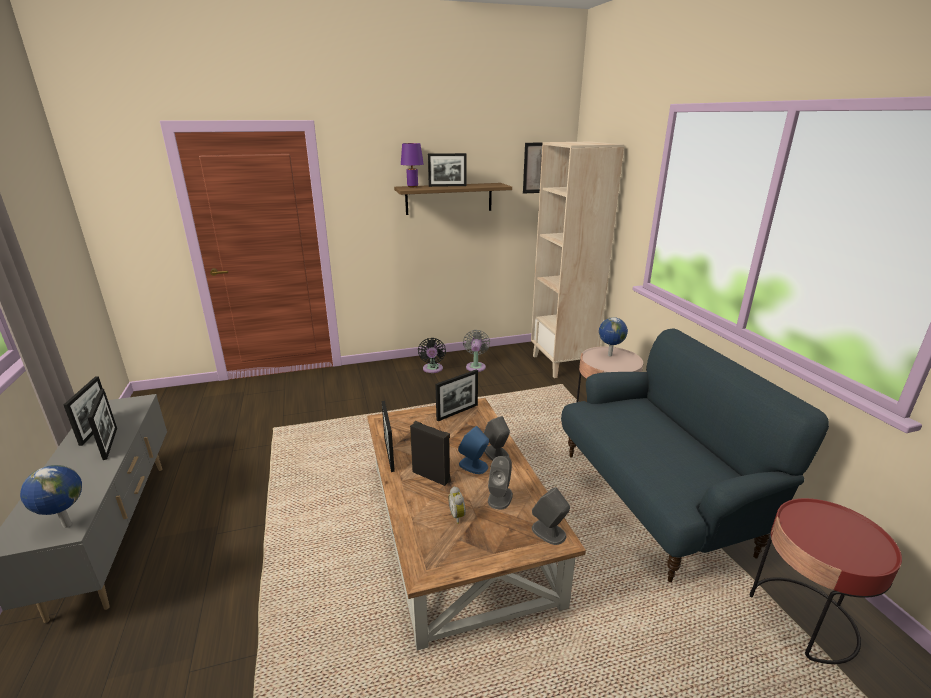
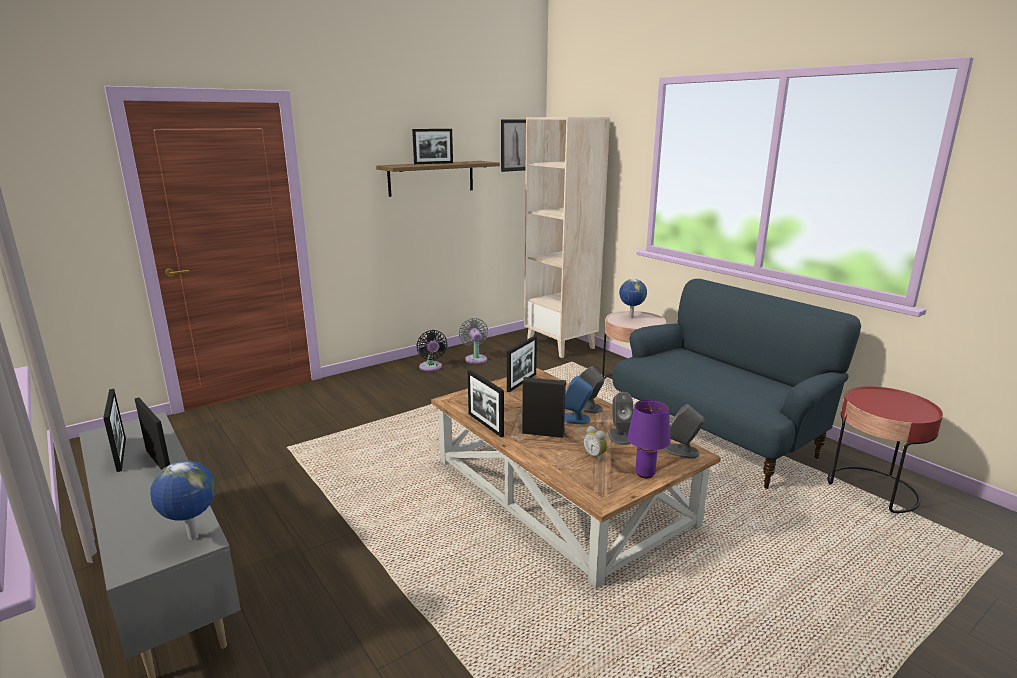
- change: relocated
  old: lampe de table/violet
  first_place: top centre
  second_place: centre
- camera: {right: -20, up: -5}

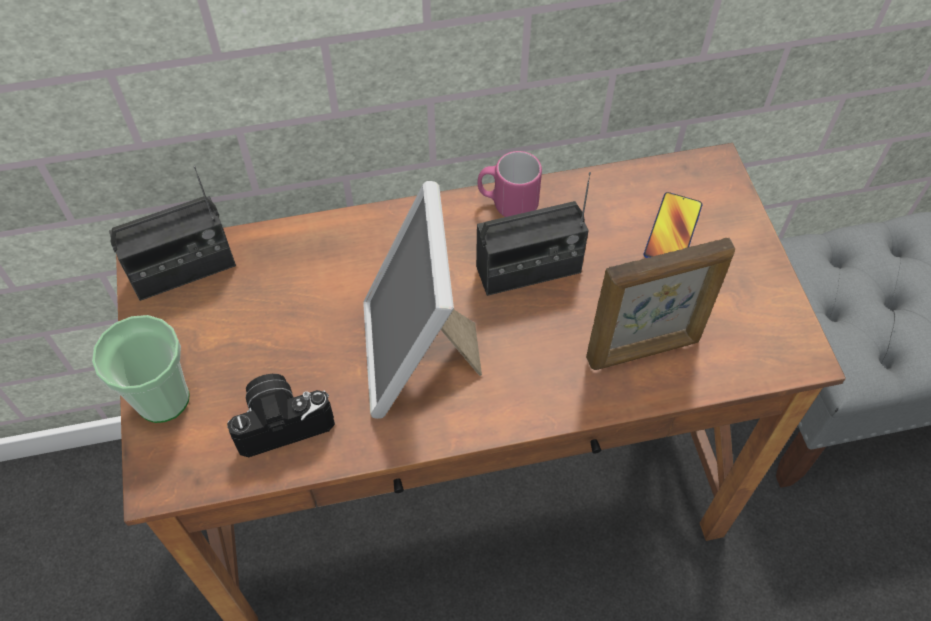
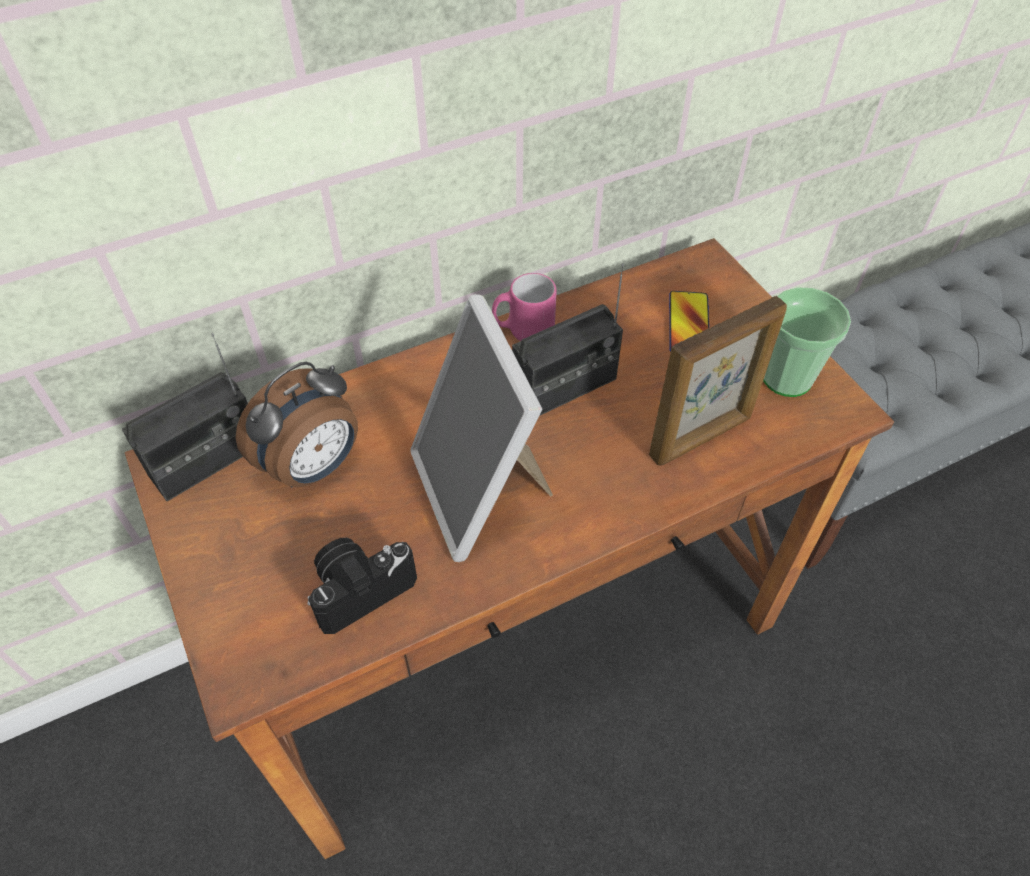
- change: relocated
  old: tasse
  first_place: middle left
  second_place: middle right
- change: appeared
  new: réveil
  second_place: middle left
- camera: {right: -15, up: -5}

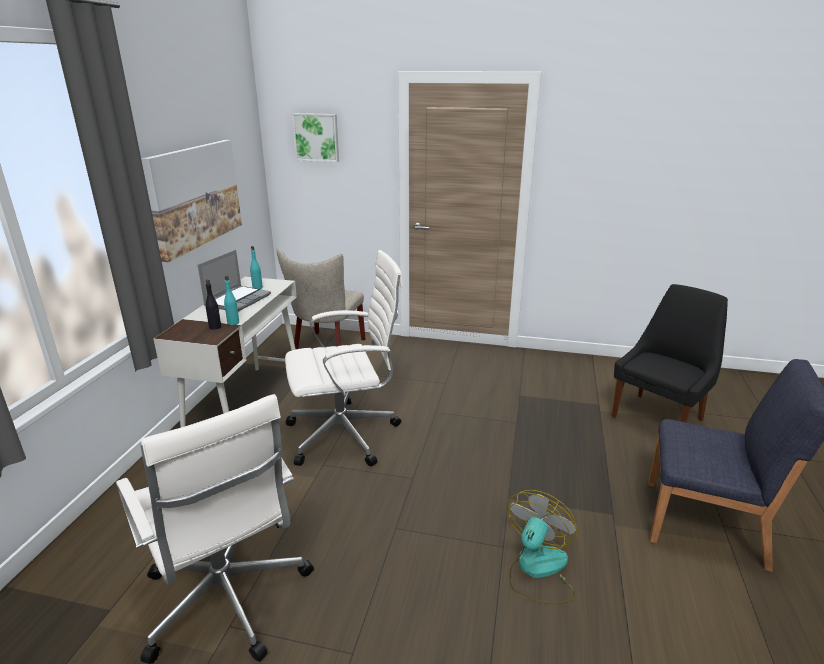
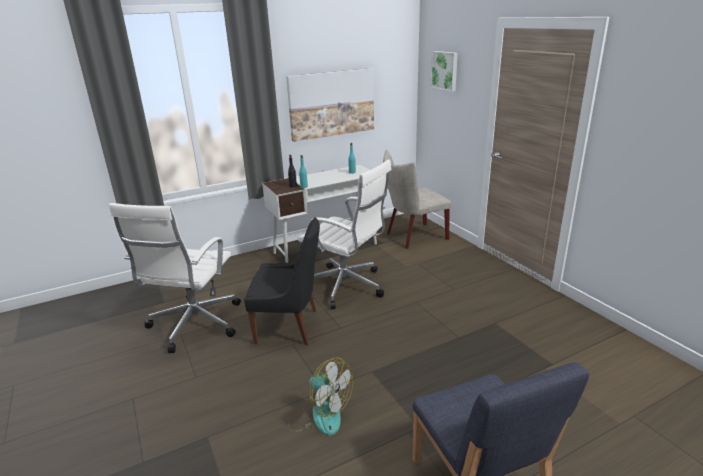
- change: missing
  old: ordinateur portable
  first_place: middle left
- change: spun
  old: ventilateur
  first_place: bottom centre
  second_place: bottom centre
  degrees: 45
- change: relocated
  old: chaise/noir
  first_place: middle right
  second_place: centre
- camera: {right: 50, up: 0}

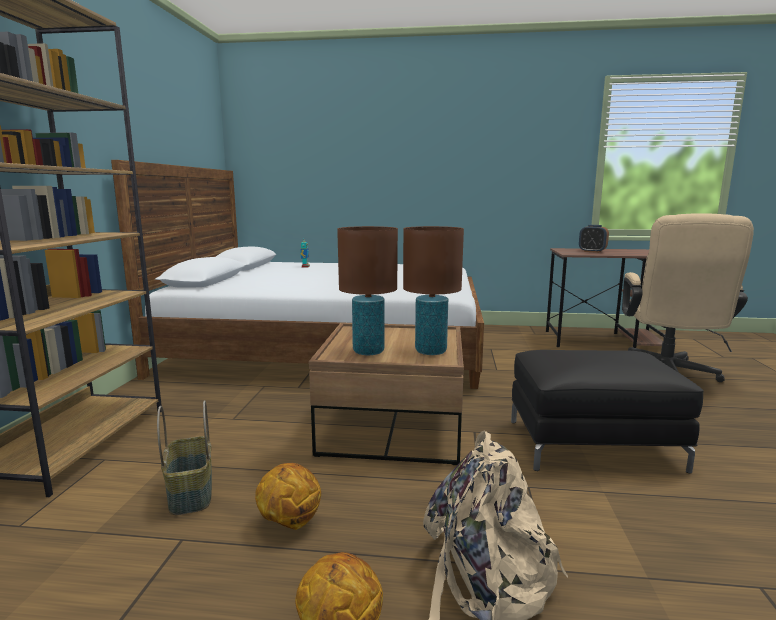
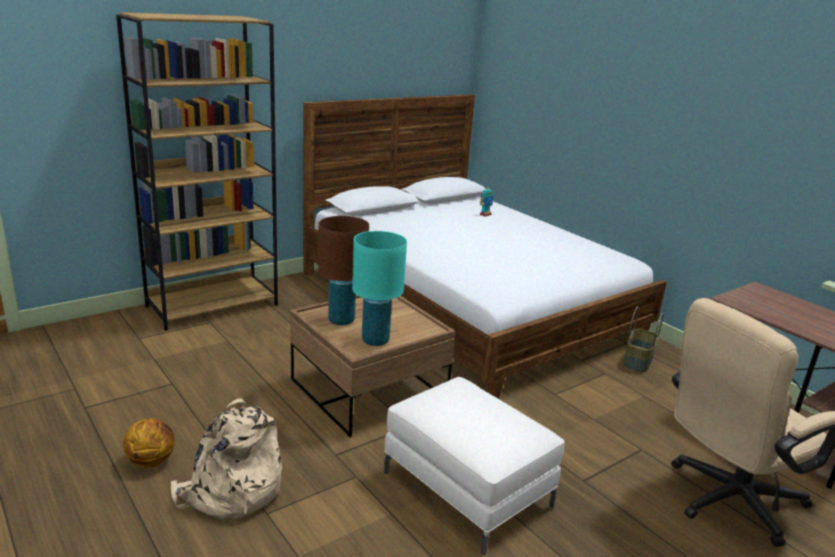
- change: relocated
  old: panier
  first_place: bottom left
  second_place: middle right
- change: missing
  old: ballon de basket (no. 1 from left)
  first_place: bottom centre
- change: colour
  old: lampe de table/marron (no. 2 from left)
  new: lampe de table/turquoise
  first_place: centre
  second_place: centre
- change: colour
  old: pouf/noir
  new: pouf/blanc
  first_place: middle right
  second_place: bottom centre
- change: missing
  old: réveil
  first_place: middle right
- camera: {right: 45, up: 10}

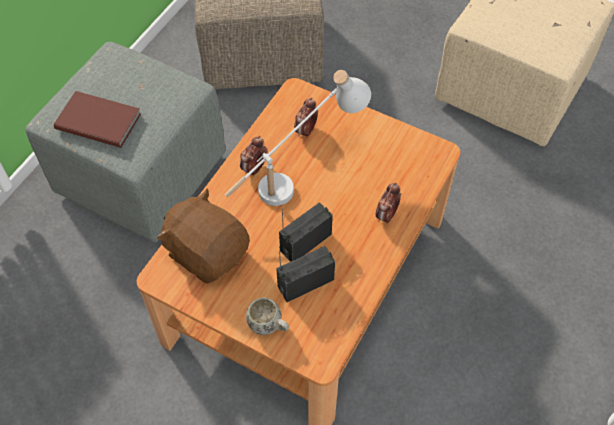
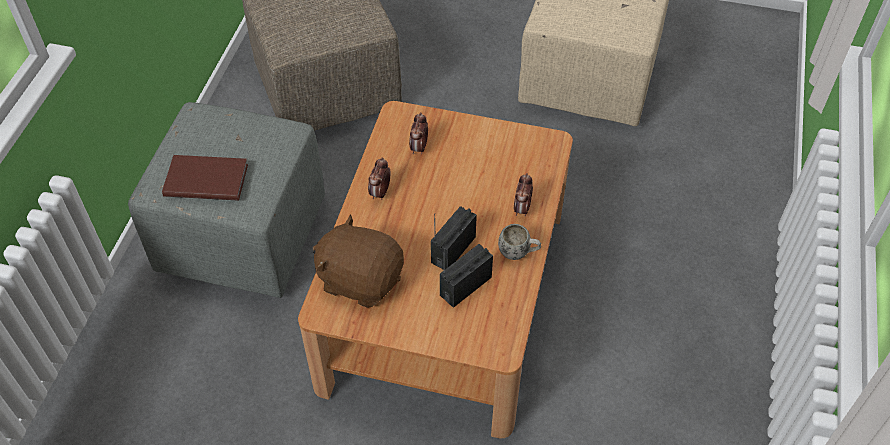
- change: missing
  old: lampe de table/blanc
  first_place: top centre
- change: relocated
  old: mug/blanc
  first_place: bottom centre
  second_place: centre
- camera: {right: -15, up: -5}

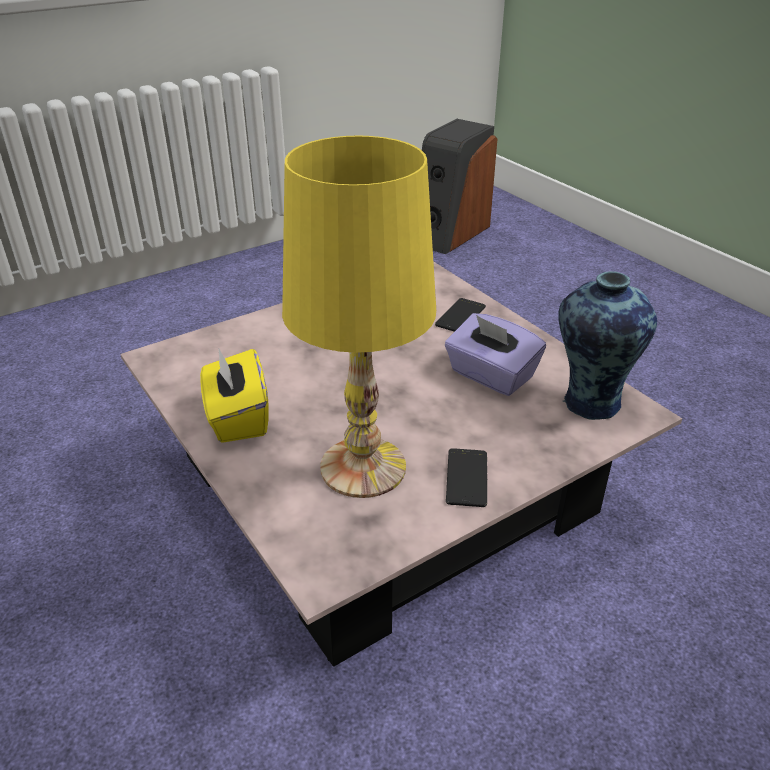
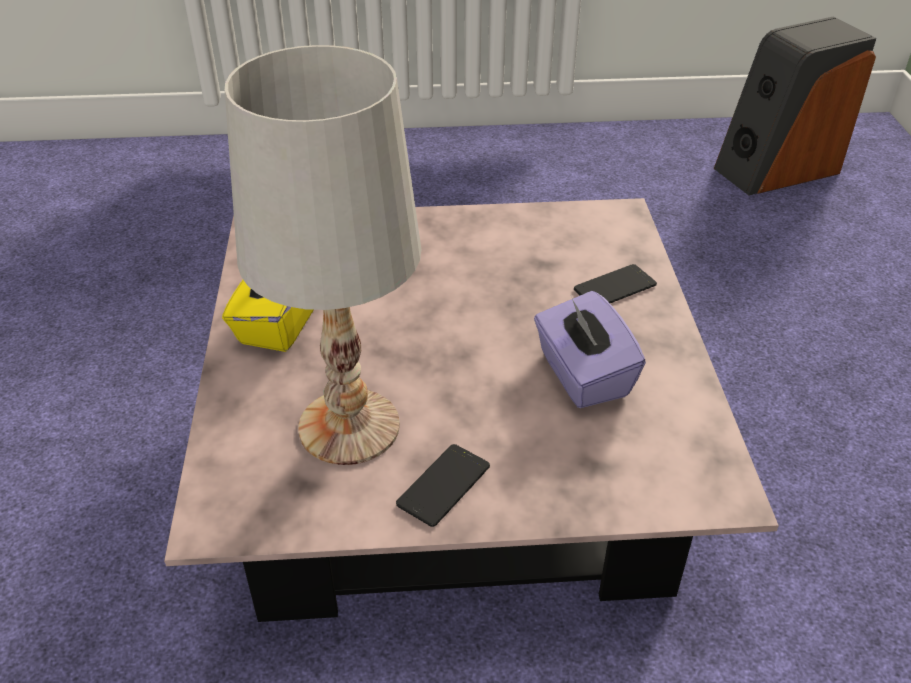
- change: colour
  old: lampe de table/jaune
  new: lampe de table/blanc
  first_place: centre
  second_place: centre
- change: missing
  old: vase
  first_place: middle right
- camera: {right: 30, up: 5}

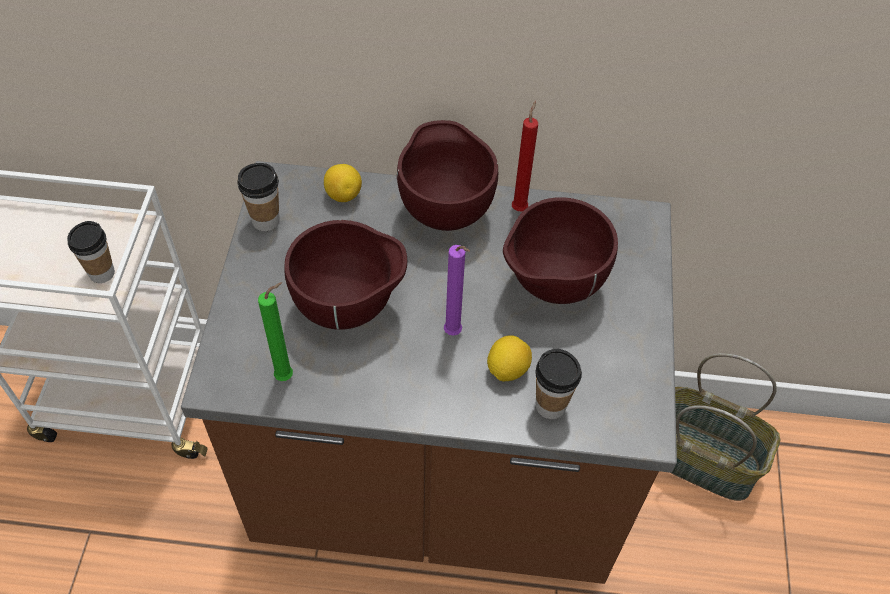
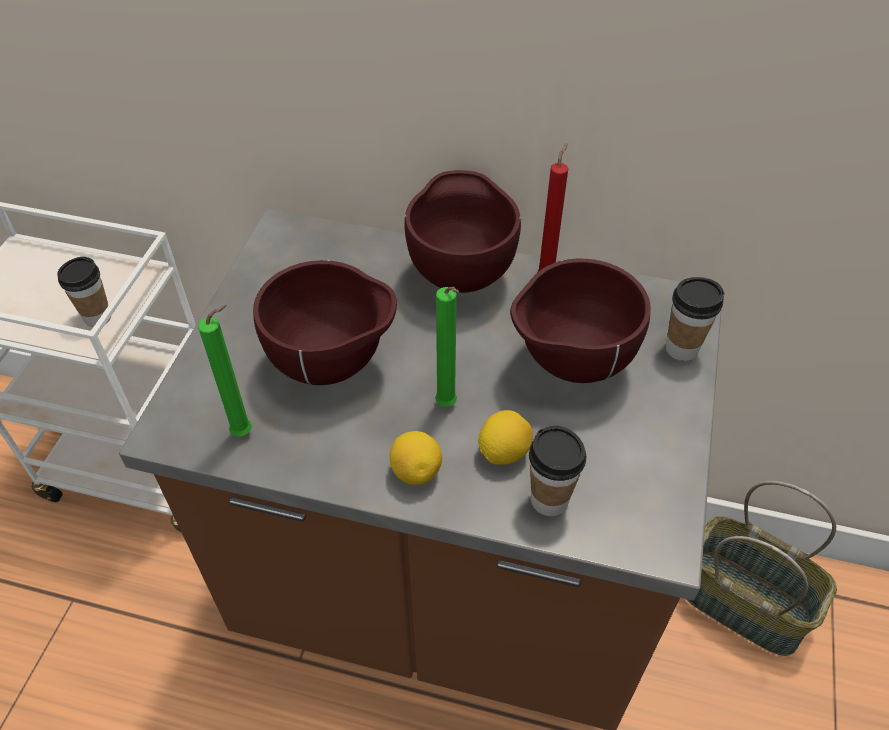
- change: relocated
  old: tasse (no. 2 from left in the first image)
  new: tasse (no. 3 from left)
  first_place: top left
  second_place: middle right
- change: relocated
  old: citron (no. 1 from left)
  first_place: top centre
  second_place: centre
- change: colour
  old: bougie/violet
  new: bougie/vert (no. 2 from left)
  first_place: centre
  second_place: centre
- camera: {right: 10, up: -5}

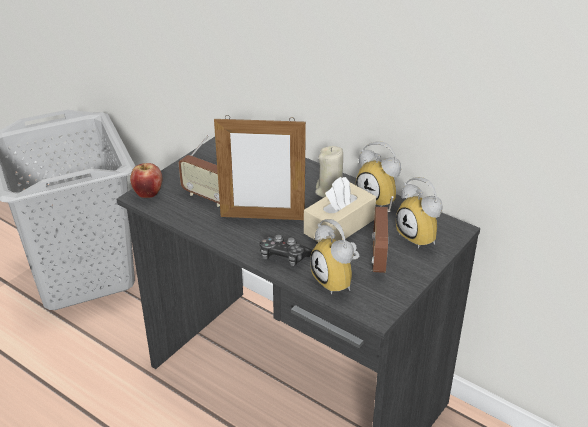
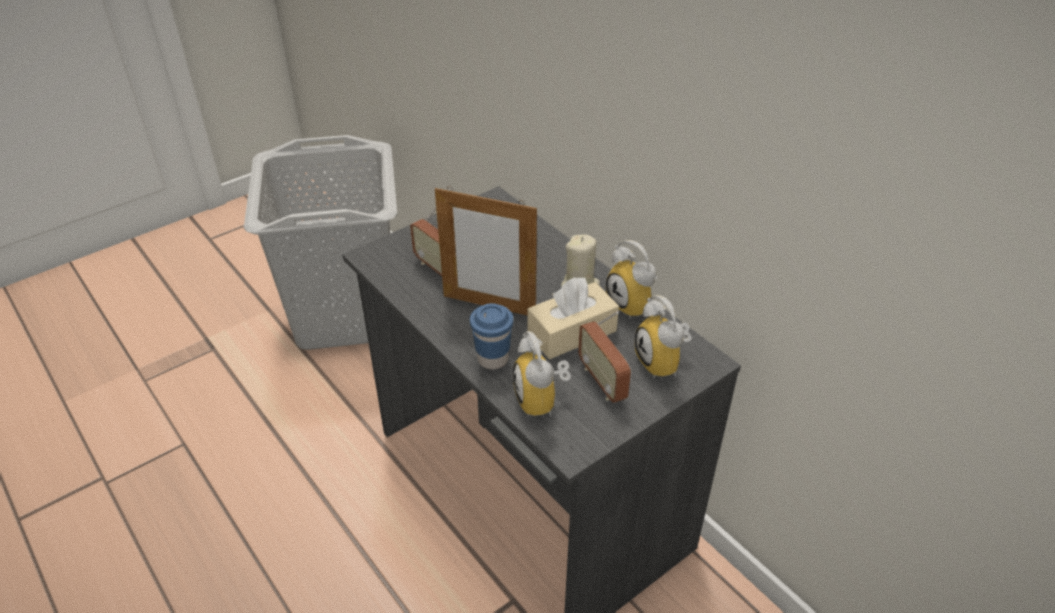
- change: missing
  old: pomme
  first_place: middle left
- change: exchanged
  old: manette
  new: tasse/bleu
  first_place: centre
  second_place: centre
- change: spun
  old: radio (no. 2 from left)
  first_place: centre
  second_place: centre
  degrees: -45
- camera: {right: 15, up: 5}

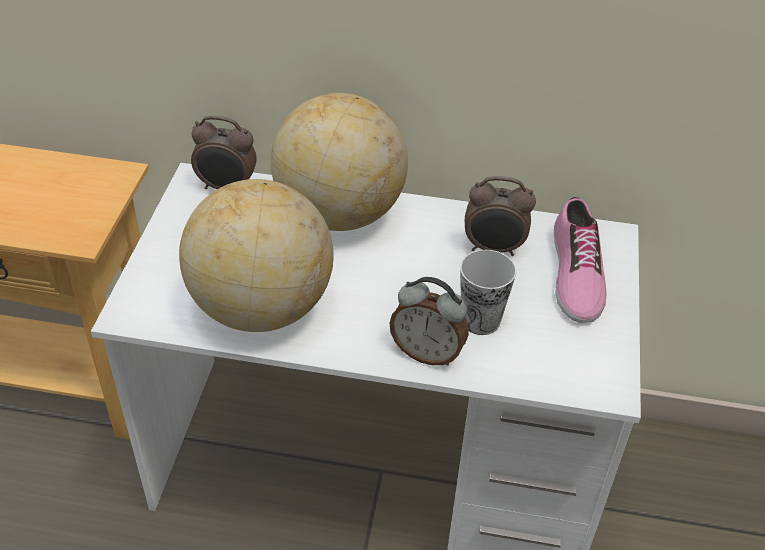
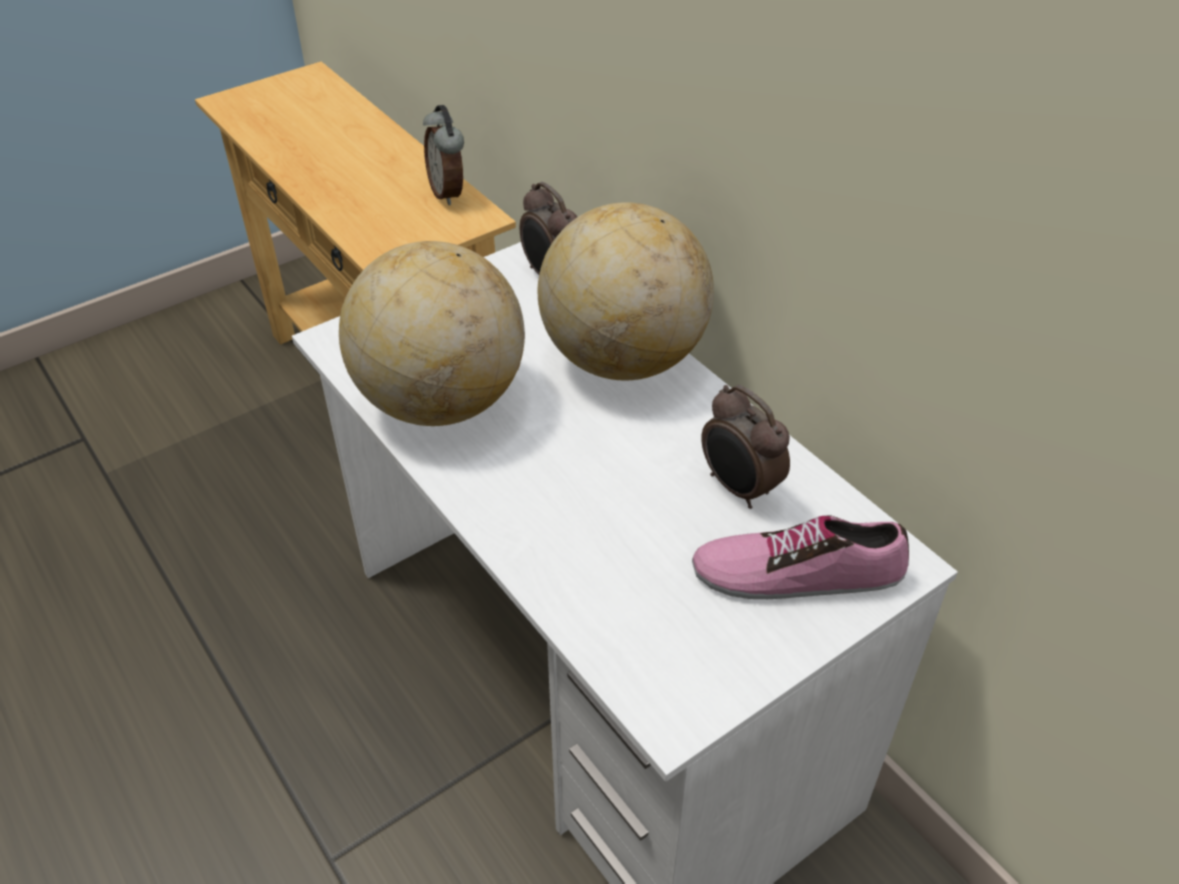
- change: relocated
  old: réveil (no. 2 from left in the first image)
  new: réveil (no. 1 from left)
  first_place: centre
  second_place: top centre
- change: missing
  old: tasse
  first_place: centre
- change: spun
  old: chaussure
  first_place: middle right
  second_place: middle right
  degrees: 45
- camera: {right: 45, up: 0}

